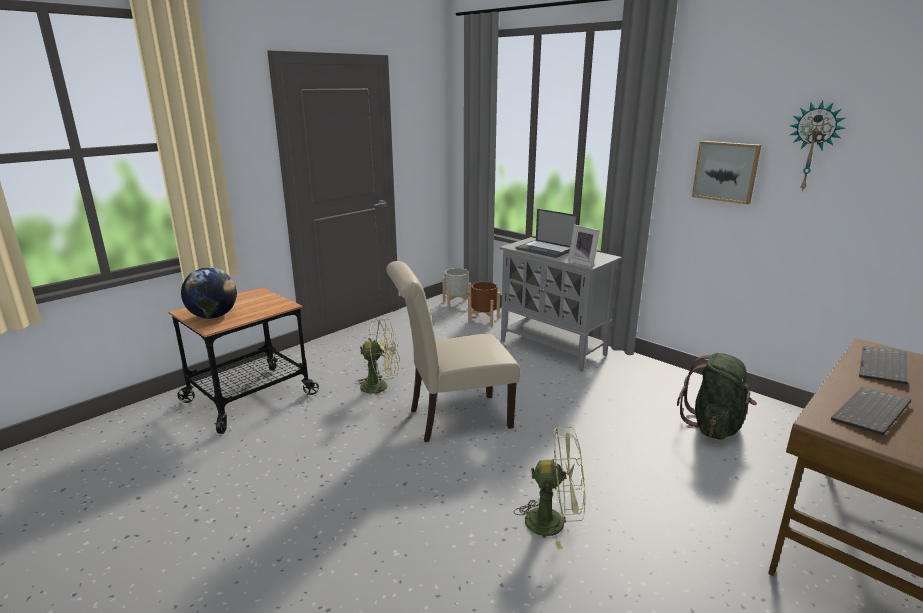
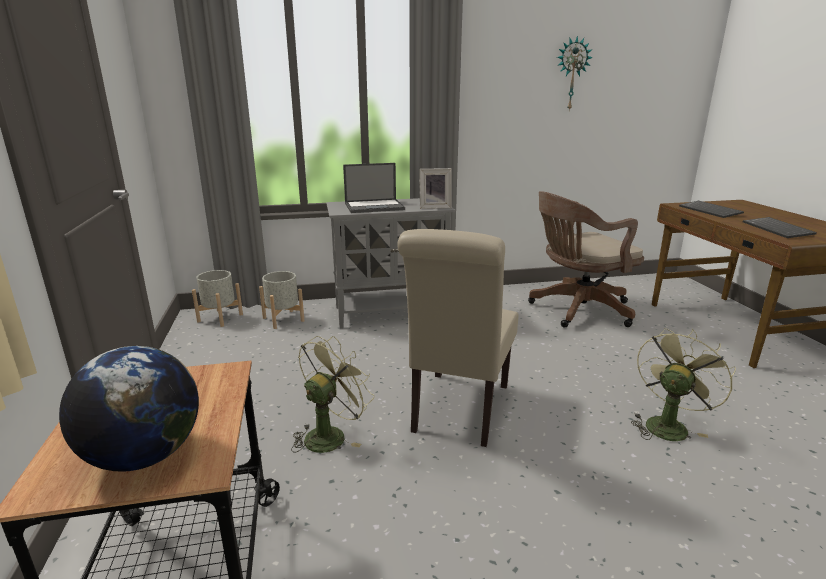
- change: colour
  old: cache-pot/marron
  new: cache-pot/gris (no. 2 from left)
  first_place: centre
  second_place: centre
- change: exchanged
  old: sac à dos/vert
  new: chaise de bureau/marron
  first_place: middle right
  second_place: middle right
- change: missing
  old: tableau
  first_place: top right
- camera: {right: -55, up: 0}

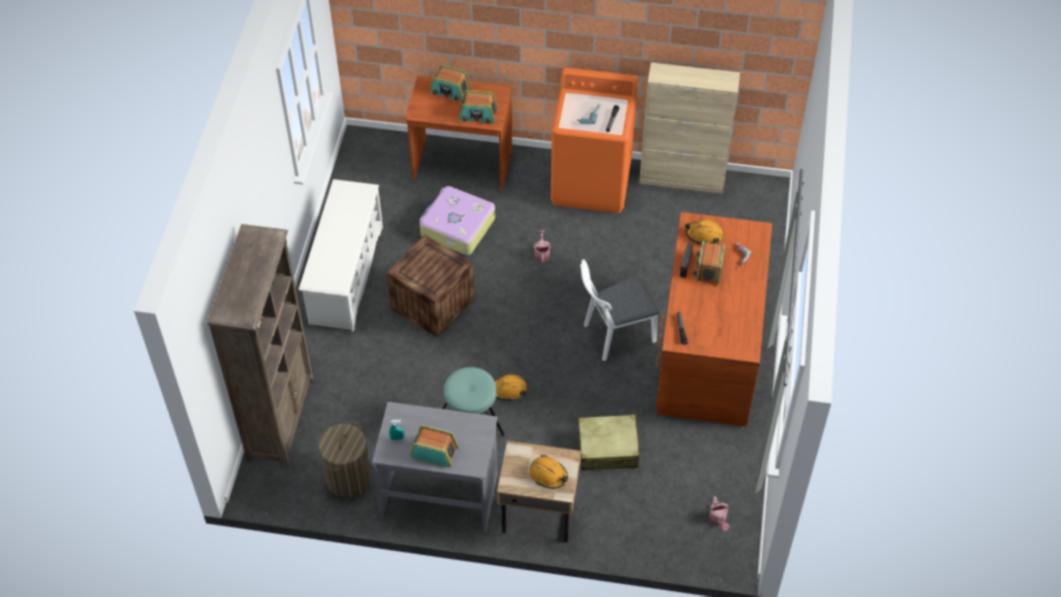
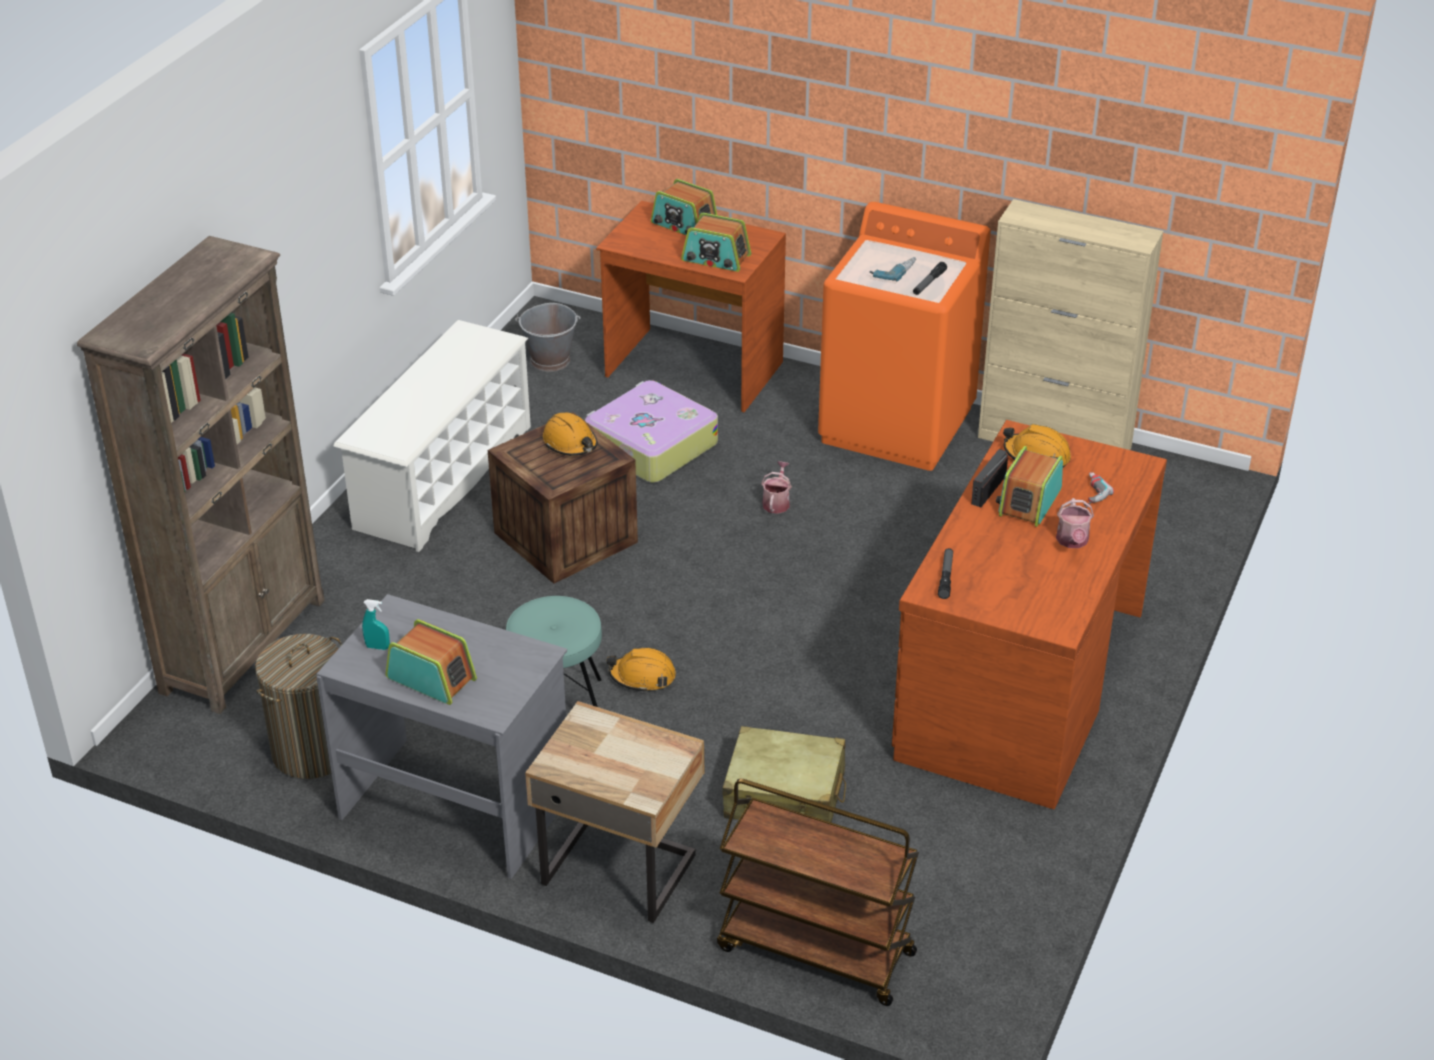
- change: relocated
  old: casque de chantier/orange (no. 2 from left in the first image)
  new: casque de chantier/orange (no. 1 from left)
  first_place: bottom centre
  second_place: centre
- change: missing
  old: chaise/blanc
  first_place: centre
- change: relocated
  old: arrosoir (no. 2 from left)
  first_place: bottom right
  second_place: middle right
- change: appeared
  new: seau/gris
  second_place: top centre
- change: appeared
  new: chariot/marron
  second_place: bottom centre
- camera: {right: 15, up: -15}

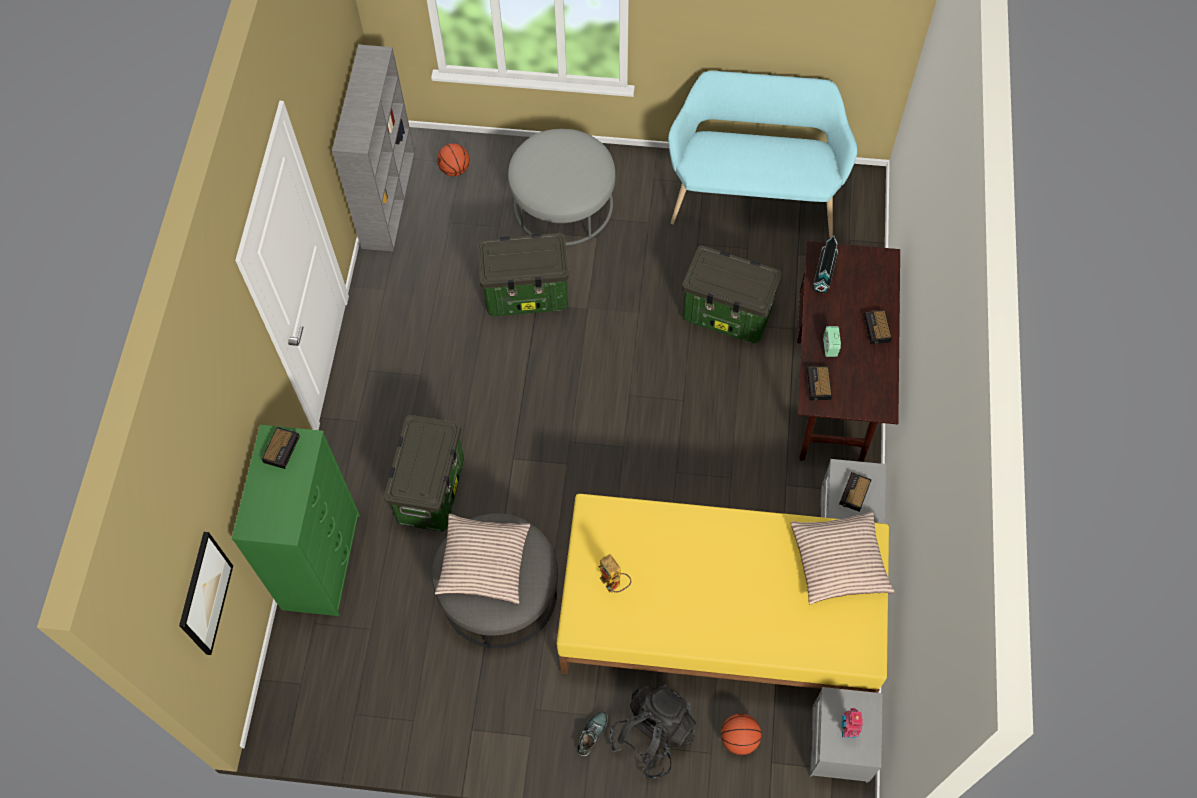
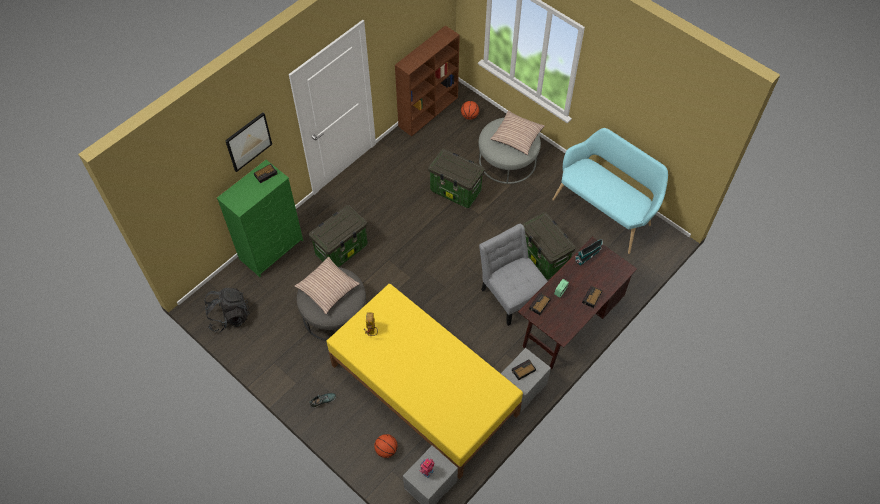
- change: relocated
  old: tableau
  first_place: bottom left
  second_place: top left
- change: colour
  old: bibliothèque/gris
  new: bibliothèque/marron
  first_place: top left
  second_place: top centre
- change: relocated
  old: sac à dos/noir
  first_place: bottom centre
  second_place: middle left
- change: relocated
  old: coussin (no. 2 from left)
  first_place: bottom right
  second_place: top centre
- change: appeared
  new: chaise/gris
  second_place: centre
- camera: {right: 35, up: -5}

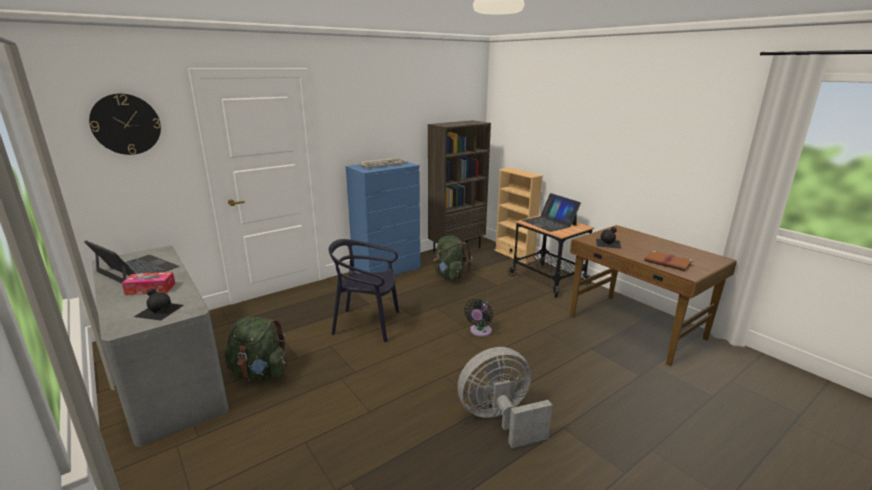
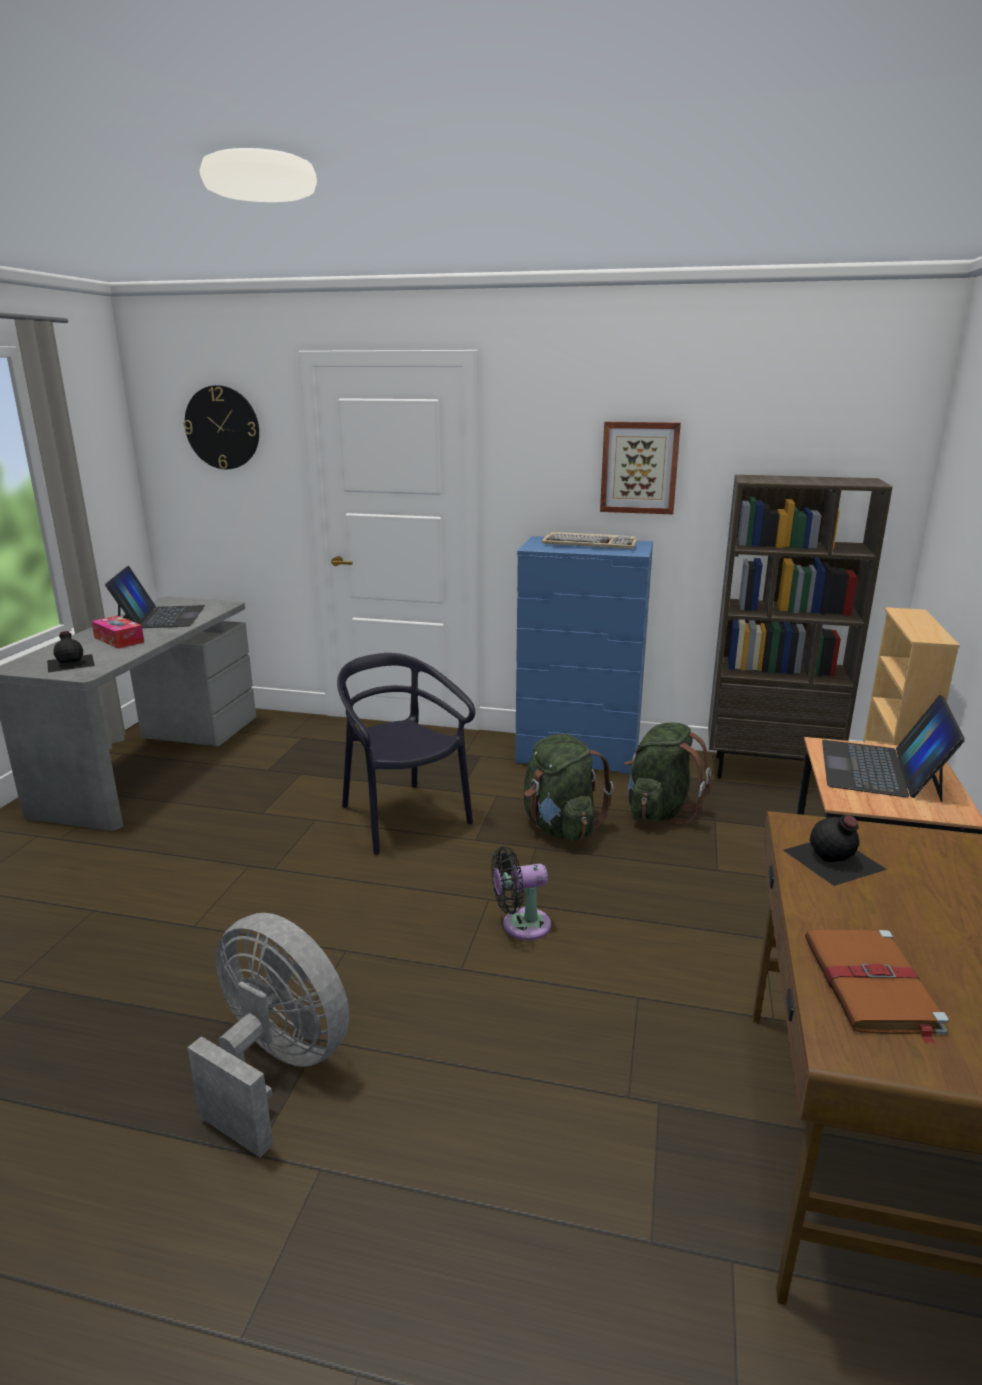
- change: relocated
  old: sac à dos/vert (no. 1 from left)
  first_place: bottom left
  second_place: centre
- change: appeared
  new: tableau
  second_place: centre
- camera: {right: 50, up: 0}

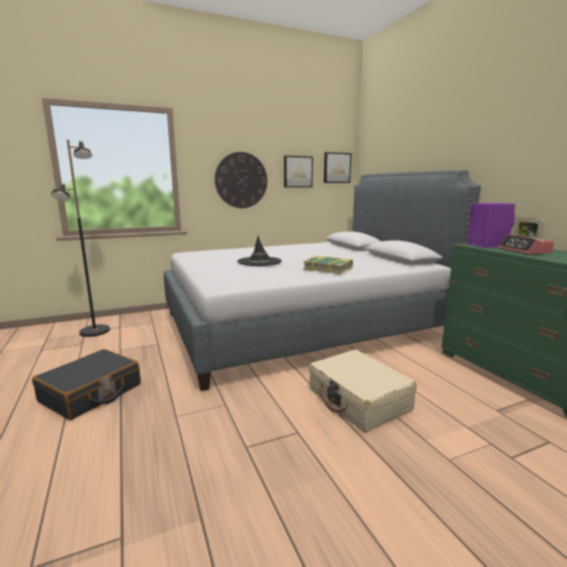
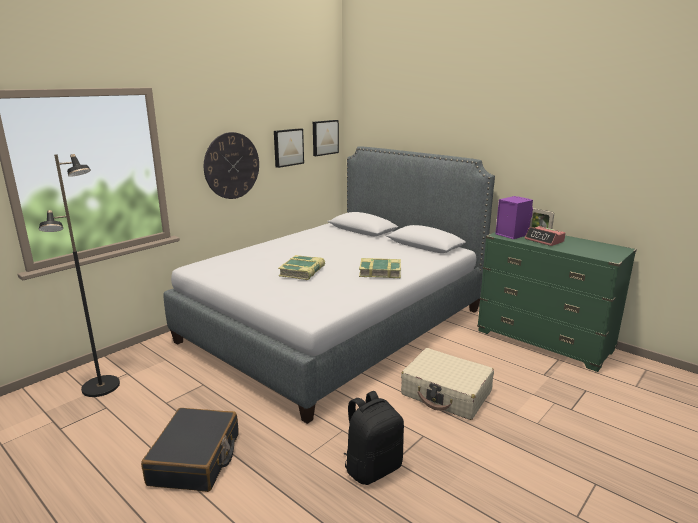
- change: exchanged
  old: chapeau/noir
  new: livre (no. 1 from left)
  first_place: centre
  second_place: centre
- change: appeared
  new: sac à dos/noir
  second_place: bottom centre
- camera: {right: -25, up: 5}

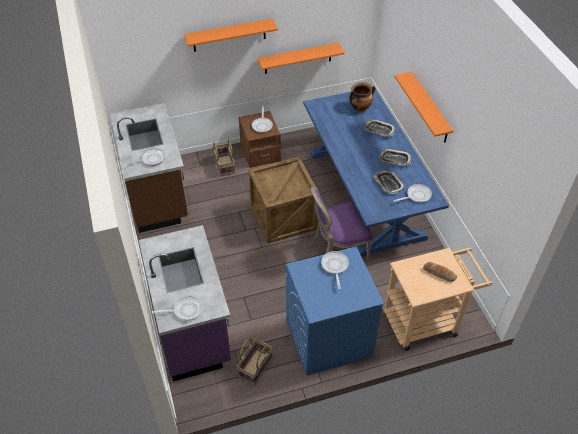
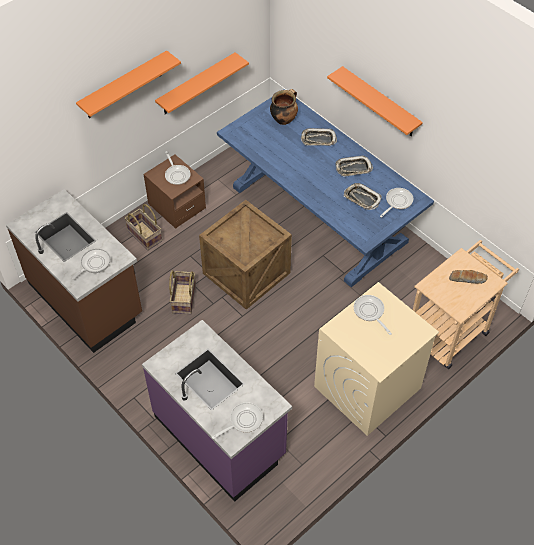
- change: relocated
  old: panier (no. 2 from left)
  first_place: bottom centre
  second_place: centre
- change: colour
  old: lave-linge/bleu
  new: lave-linge/beige
  first_place: bottom centre
  second_place: middle right
- change: missing
  old: chaise/violet
  first_place: centre
- camera: {right: -25, up: 5}

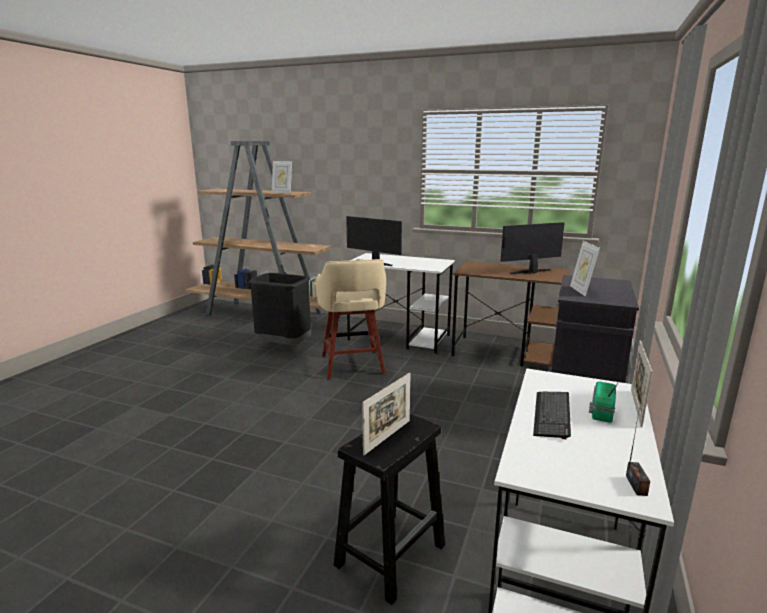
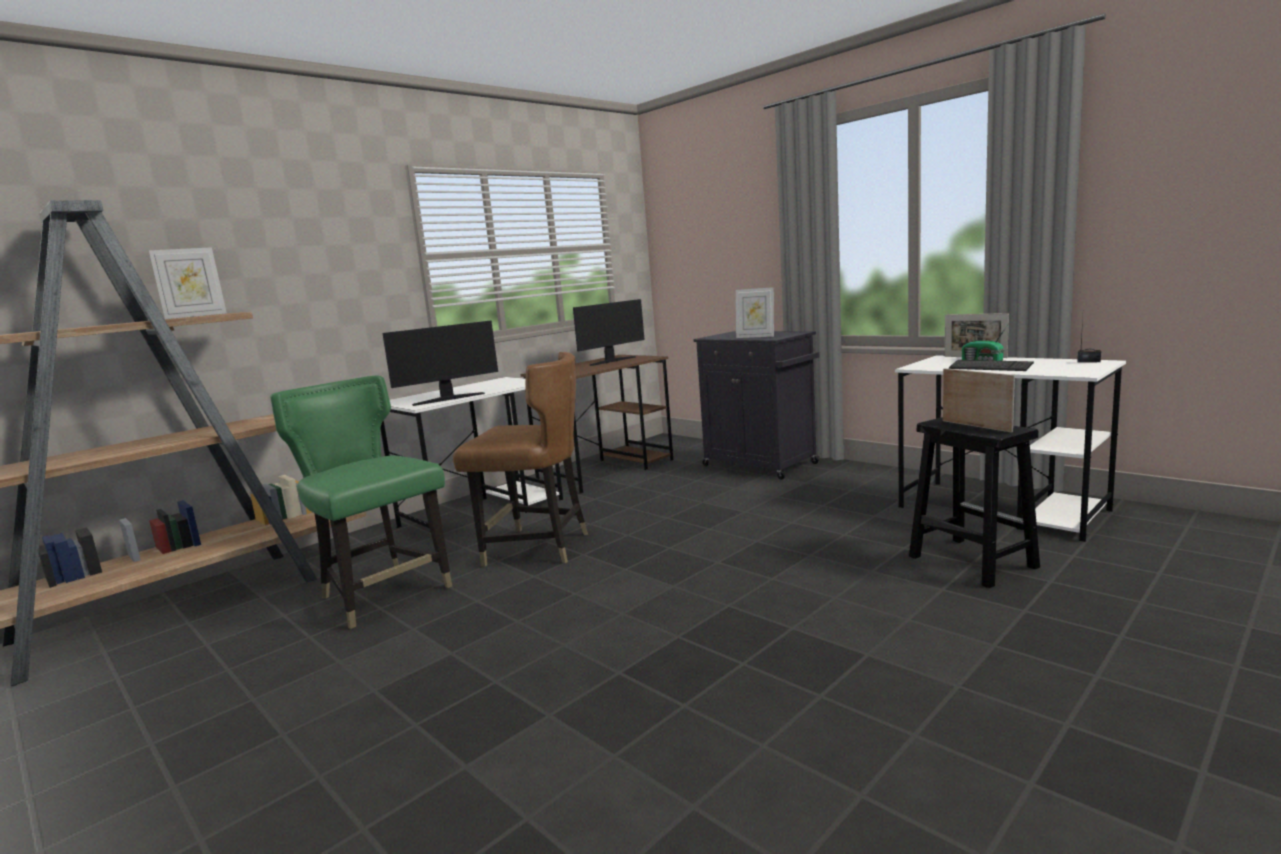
- change: exchanged
  old: poubelle/noir
  new: chaise/vert
  first_place: centre
  second_place: middle left
- change: exchanged
  old: tabouret/beige
  new: chaise/marron
  first_place: centre
  second_place: centre
- change: spun
  old: écran d'ordinateur (no. 2 from left)
  first_place: middle right
  second_place: centre
  degrees: -135
- camera: {right: -65, up: -5}

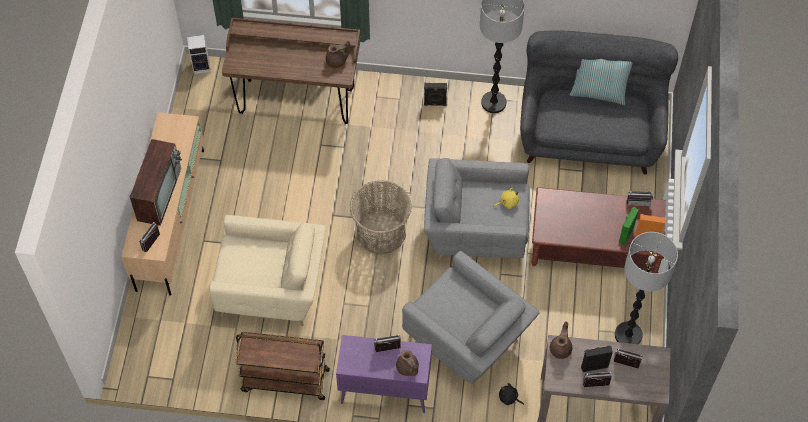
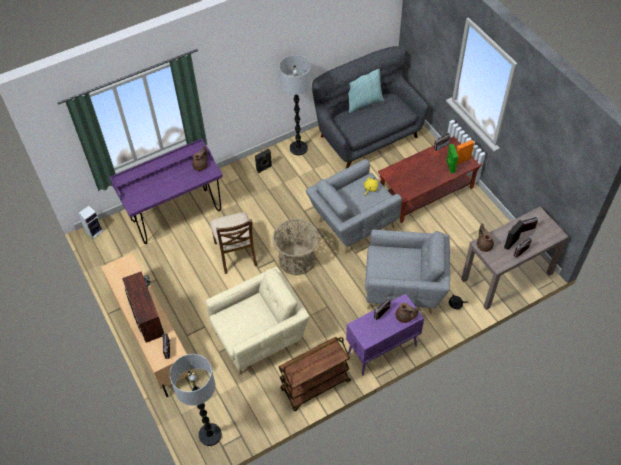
- change: colour
  old: bureau/marron
  new: bureau/violet
  first_place: top centre
  second_place: middle left
- change: relocated
  old: lampadaire (no. 2 from left in the first image)
  new: lampadaire (no. 1 from left)
  first_place: bottom right
  second_place: bottom left
- change: appeared
  new: chaise/marron
  second_place: centre
- camera: {right: -35, up: -5}

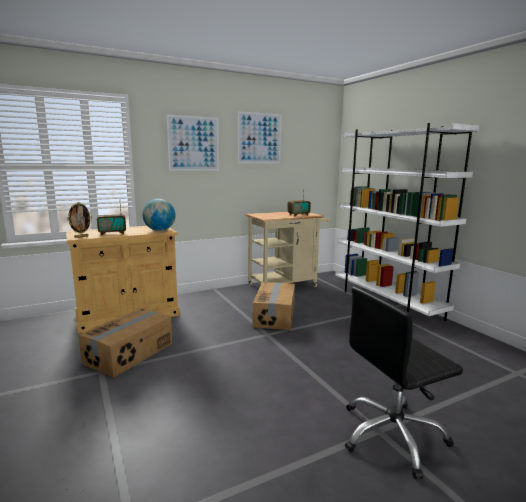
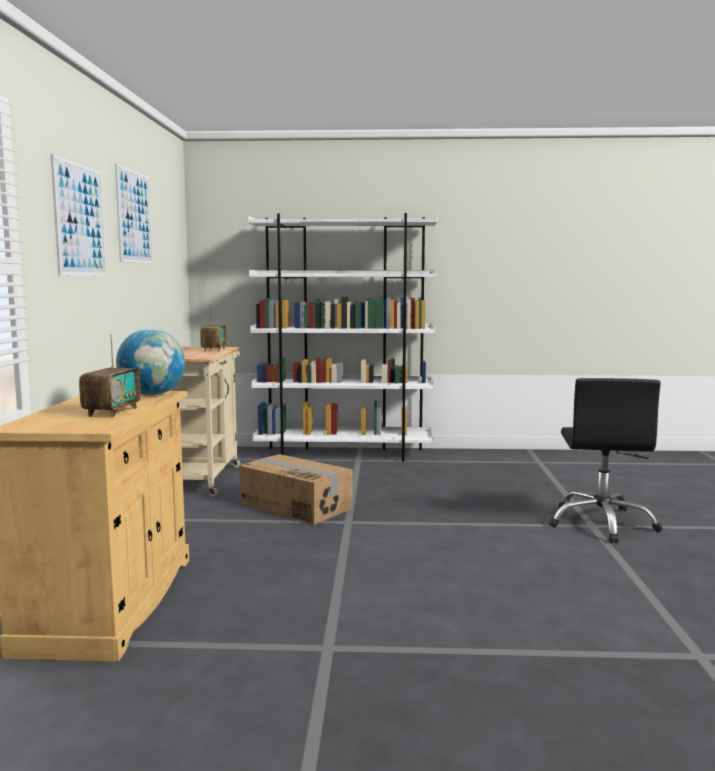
- change: missing
  old: cadre photo
  first_place: middle left
- change: missing
  old: carton (no. 1 from left)
  first_place: bottom left
- camera: {right: -60, up: -5}

